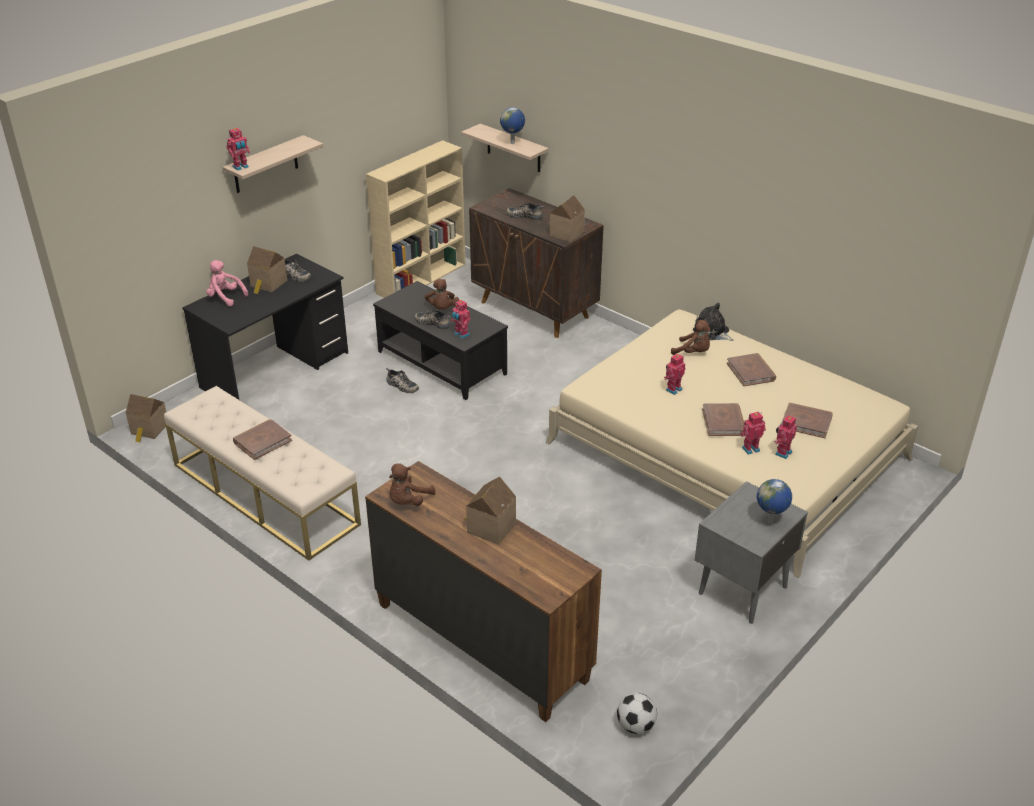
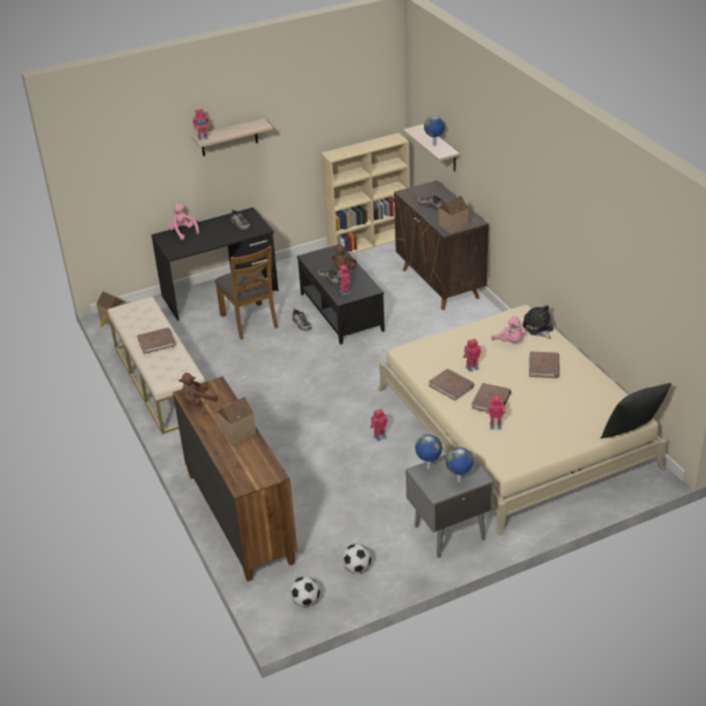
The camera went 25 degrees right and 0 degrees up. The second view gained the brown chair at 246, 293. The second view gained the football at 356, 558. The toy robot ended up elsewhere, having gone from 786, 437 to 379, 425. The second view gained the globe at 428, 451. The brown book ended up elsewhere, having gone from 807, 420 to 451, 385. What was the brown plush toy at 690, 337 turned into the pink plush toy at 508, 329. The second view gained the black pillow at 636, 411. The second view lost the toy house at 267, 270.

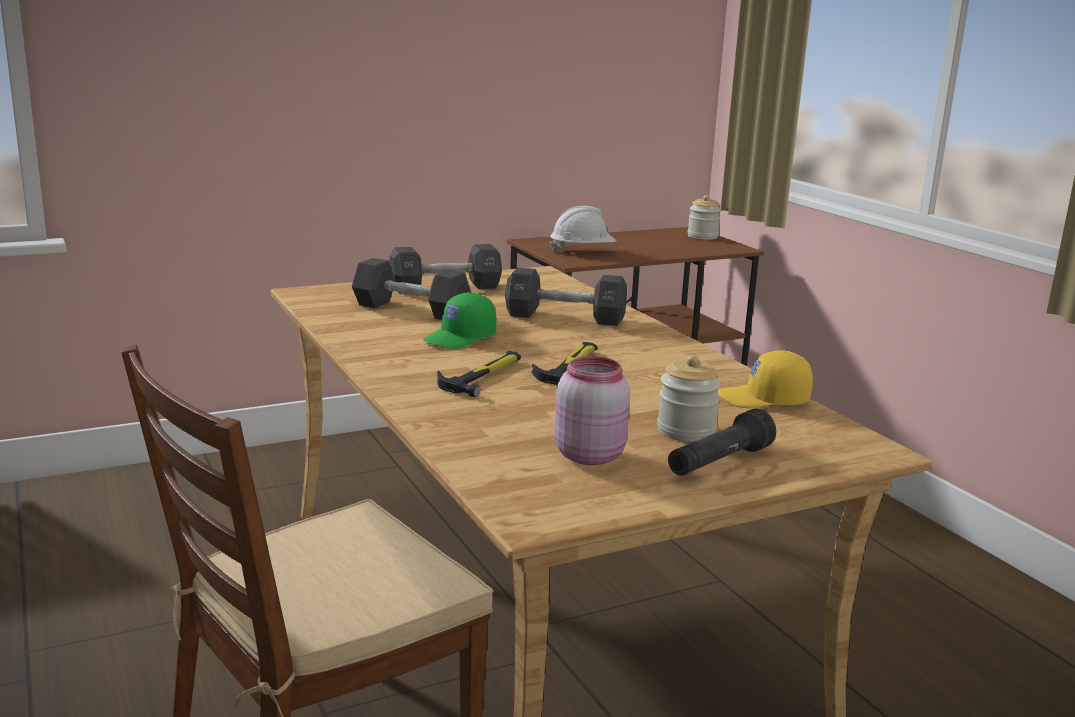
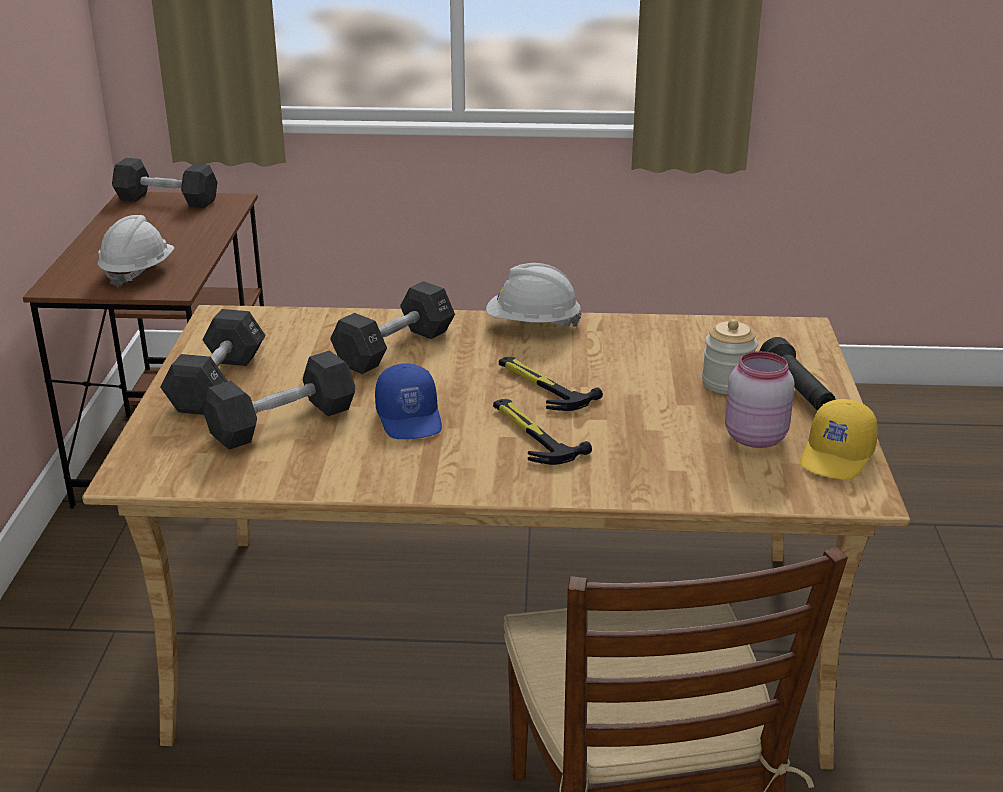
The camera went 60 degrees left and 10 degrees up. Where the jar stood at 704, 217, the black dumbbell came to stand at 164, 183. What was the green cap at 459, 320 turned into the blue cap at 408, 401. The second view gained the white hard hat at 534, 295. The yellow cap ended up elsewhere, having gone from 765, 379 to 839, 439.

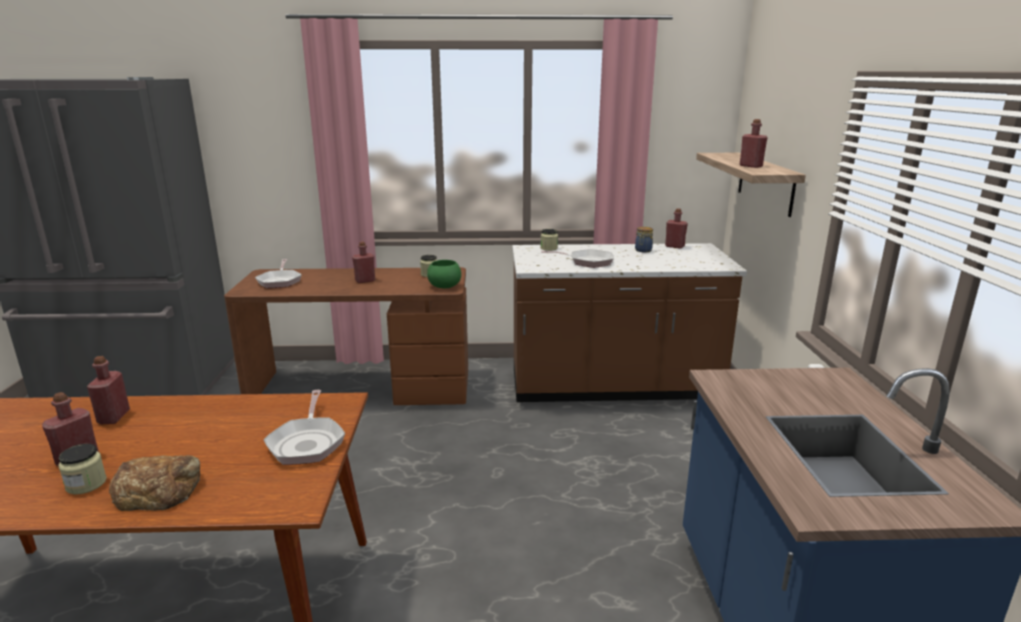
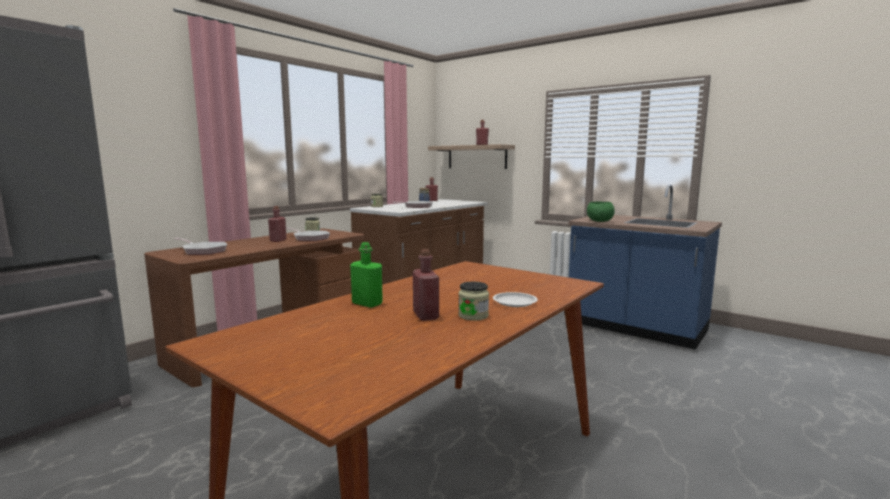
The camera went 50 degrees left and 10 degrees down. The frying pan ended up elsewhere, having gone from 304, 427 to 308, 234. What was the red bottle at 108, 390 turned into the green bottle at 366, 275. Where the bread stood at 154, 483, the white plate came to stand at 515, 299. The green bowl ended up elsewhere, having gone from 444, 274 to 601, 212.

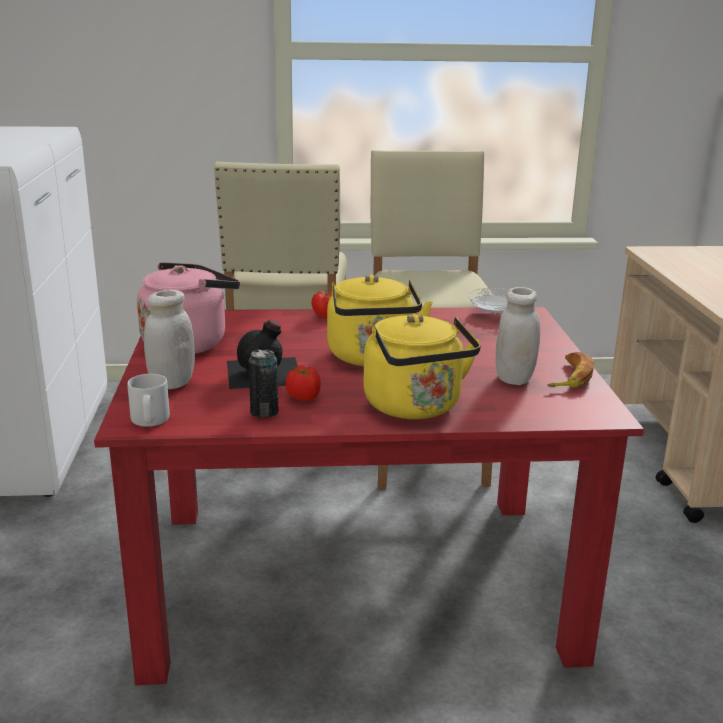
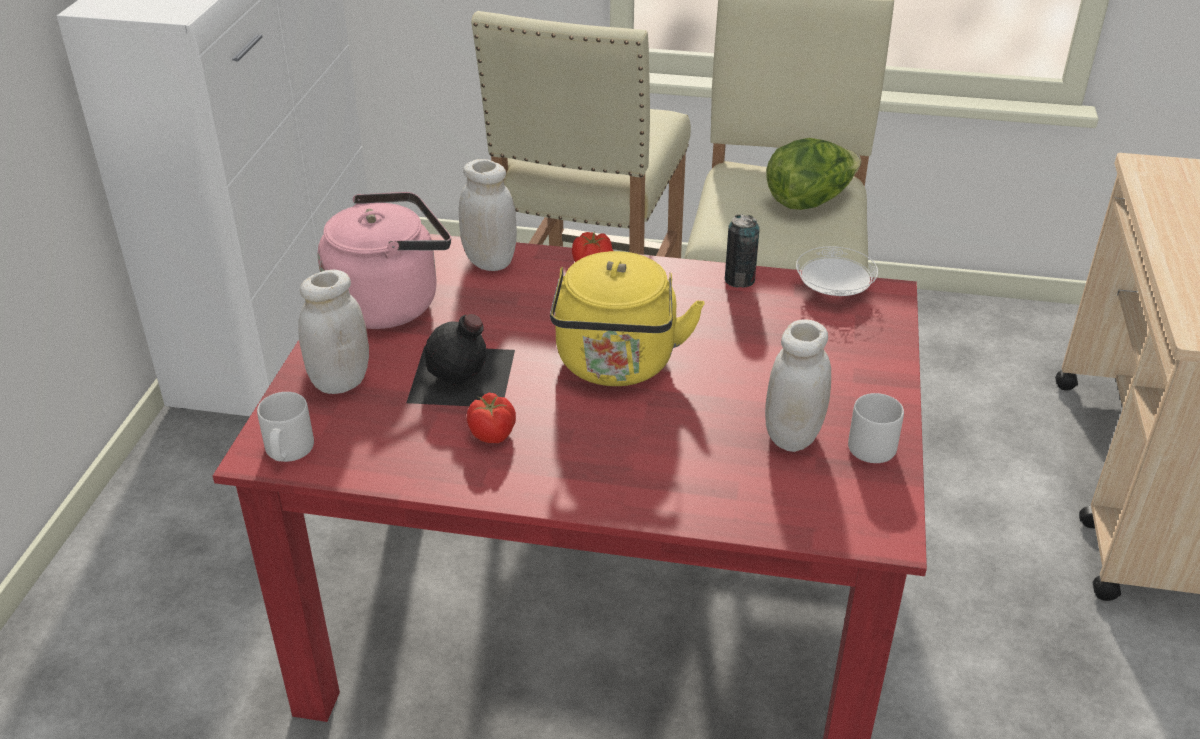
The camera went 15 degrees right and 15 degrees up. The second view gained the white jar at 488, 215. The can ended up elsewhere, having gone from 264, 383 to 742, 251. The second view gained the lettuce at 813, 174. Where the banana stood at 571, 369, the grey mug came to stand at 876, 428. The second view lost the yellow kettle at 422, 366.

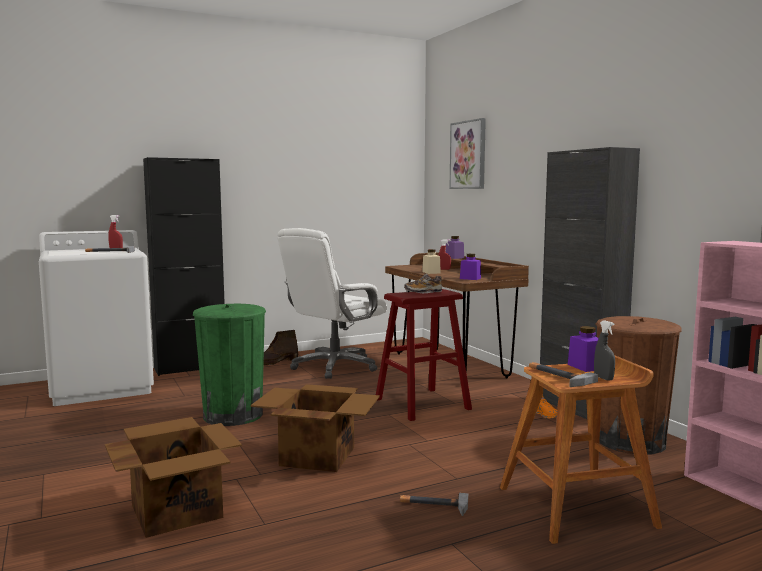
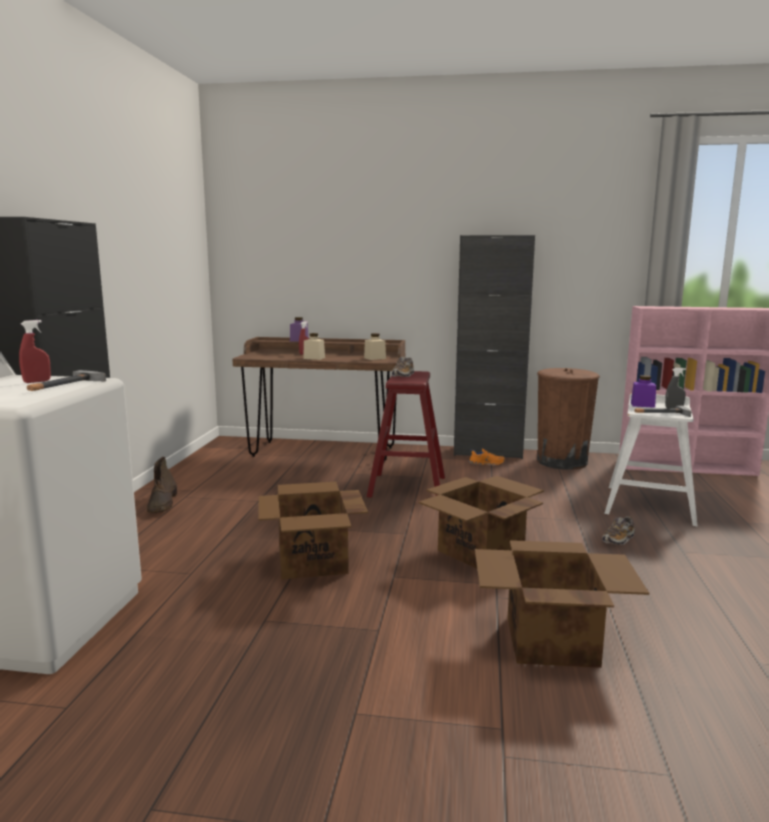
The camera went 55 degrees left and 5 degrees up. Where the green trash can stood at 229, 365, the cardboard box came to stand at 313, 530. What was the purple jar at 470, 267 turned into the beige jar at 375, 346. Where the hammer stood at 434, 504, the shoe came to stand at 618, 530. What was the brown stool at 581, 449 turned into the white stool at 651, 460. The second view lost the white office chair at 332, 303. The second view lost the picture at 467, 153.

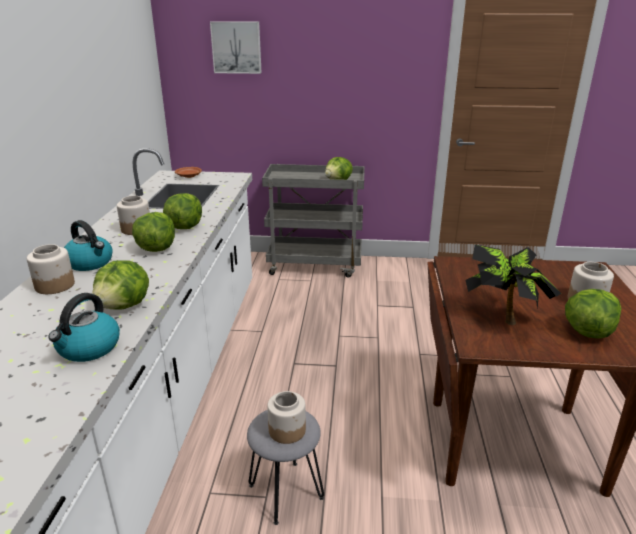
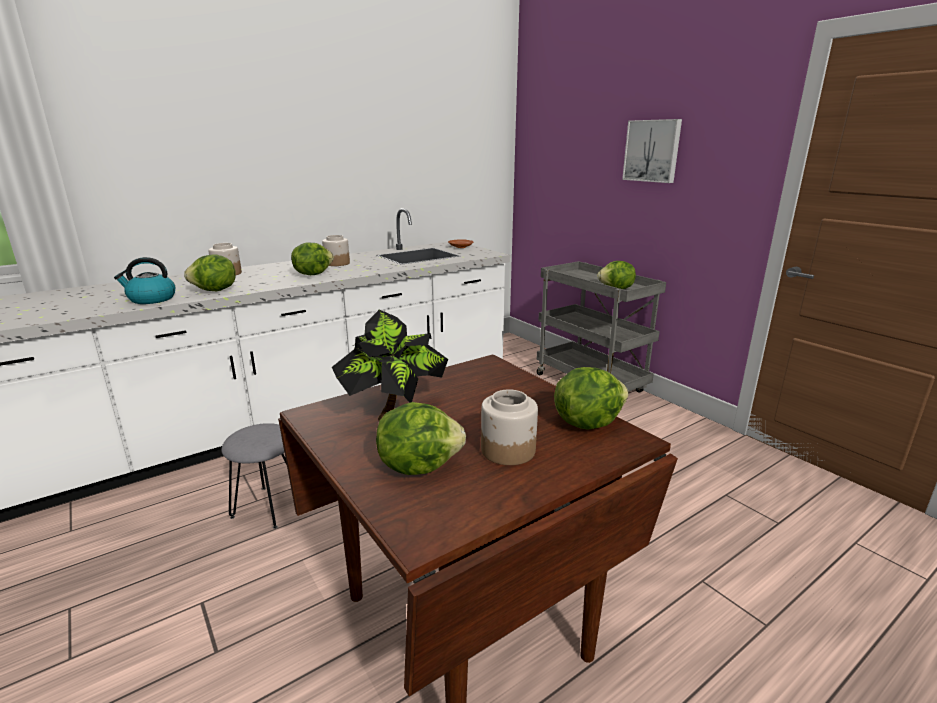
The camera went 50 degrees right and 5 degrees down. The lettuce ended up elsewhere, having gone from 182, 211 to 591, 398. The picture ended up elsewhere, having gone from 236, 47 to 652, 151. The second view lost the kettle at 88, 245. The second view lost the jar at 286, 417.

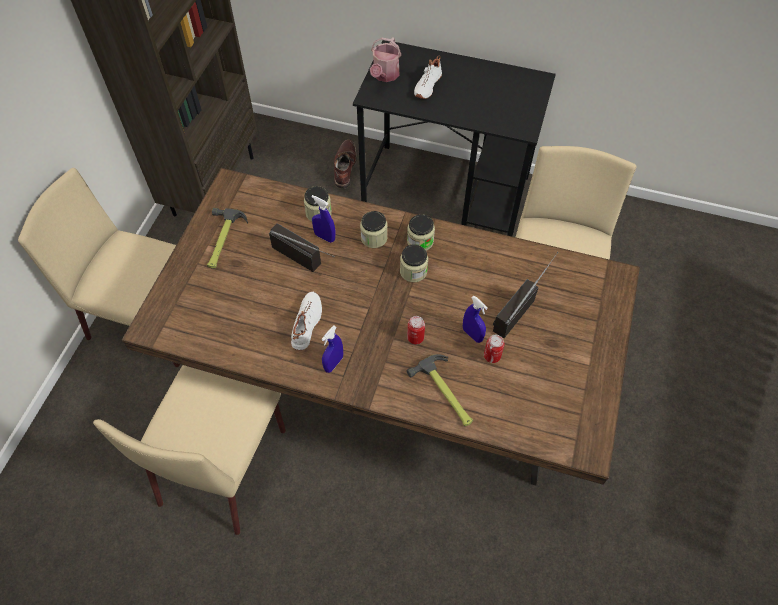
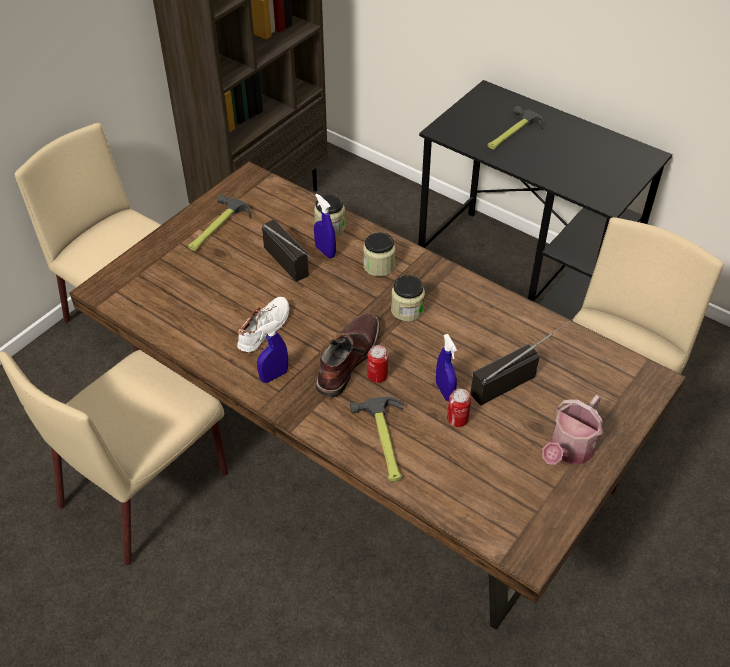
The camera went 20 degrees right and 10 degrees down. The brown boot ended up elsewhere, having gone from 345, 164 to 348, 355. Where the white shoe stood at 428, 77, the hammer came to stand at 515, 128. The watering can ended up elsewhere, having gone from 385, 59 to 572, 430. The second view lost the jar at 421, 232.

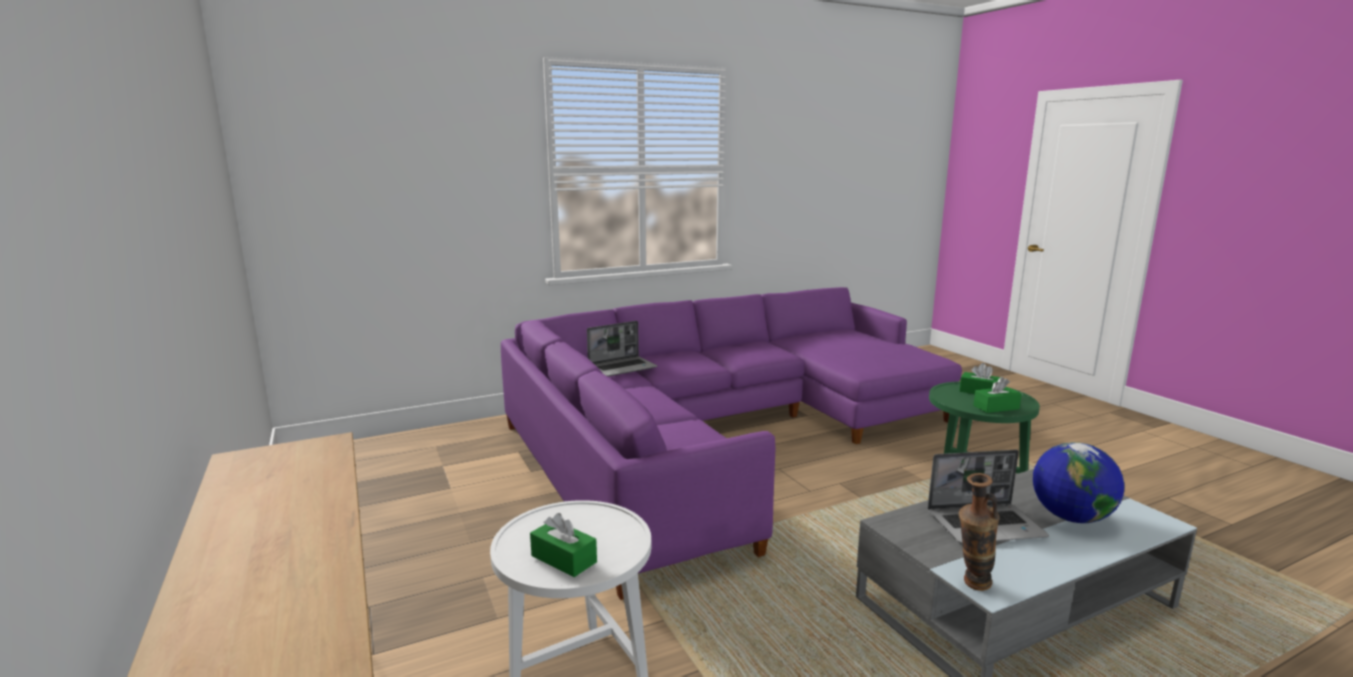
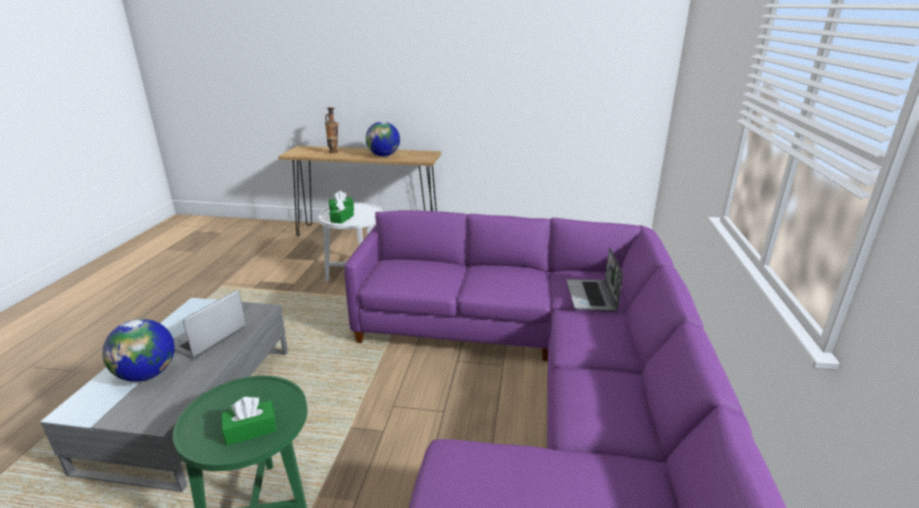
The camera went 125 degrees right and 10 degrees up. The vase ended up elsewhere, having gone from 979, 532 to 331, 130. The green tissue box ended up elsewhere, having gone from 997, 395 to 341, 211. The second view gained the globe at 383, 138.

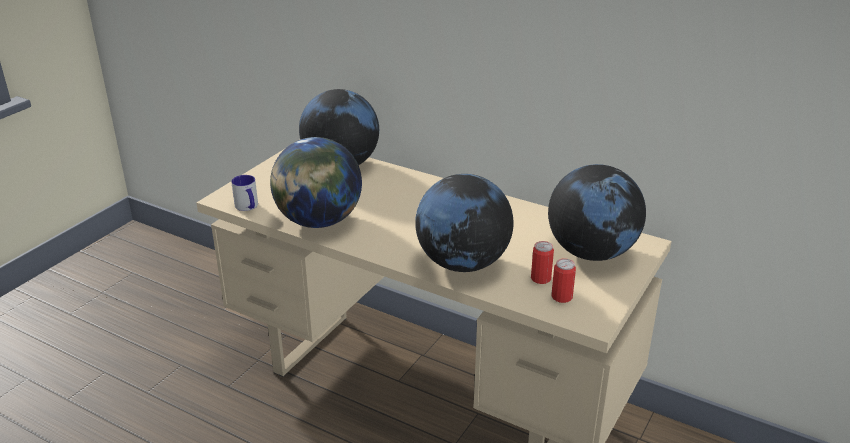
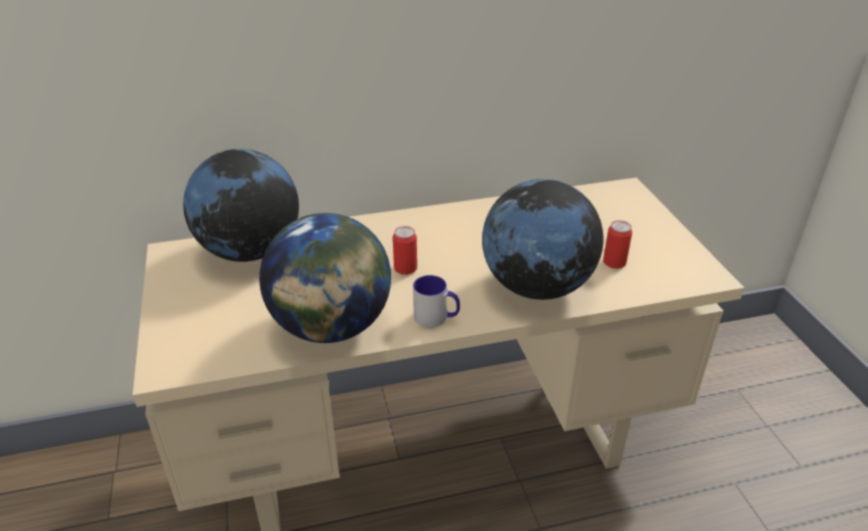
The camera went 45 degrees left and 5 degrees up. The can ended up elsewhere, having gone from 563, 280 to 405, 250. The mug ended up elsewhere, having gone from 244, 193 to 436, 301. The second view lost the globe at 597, 212.

